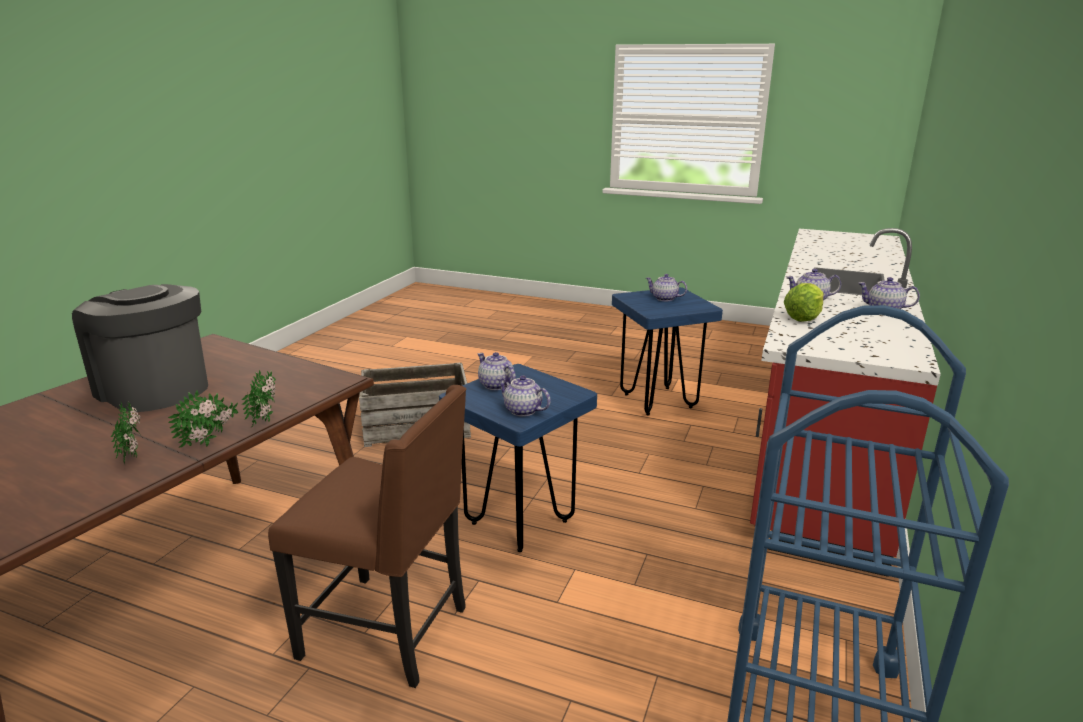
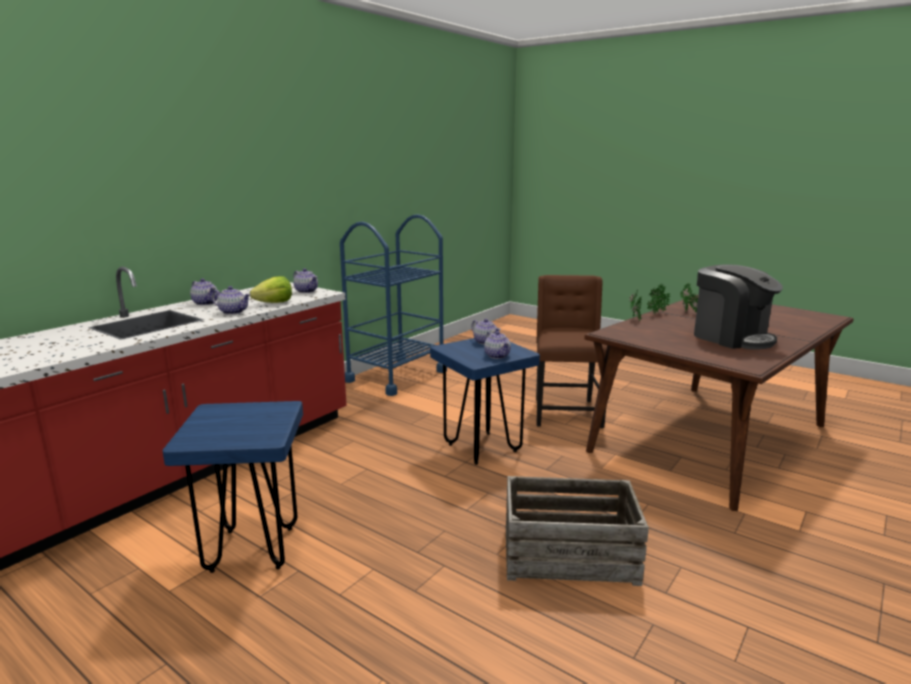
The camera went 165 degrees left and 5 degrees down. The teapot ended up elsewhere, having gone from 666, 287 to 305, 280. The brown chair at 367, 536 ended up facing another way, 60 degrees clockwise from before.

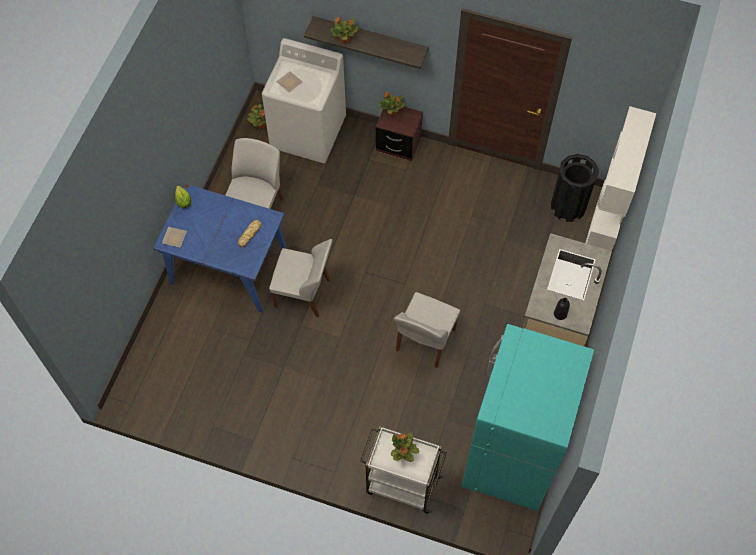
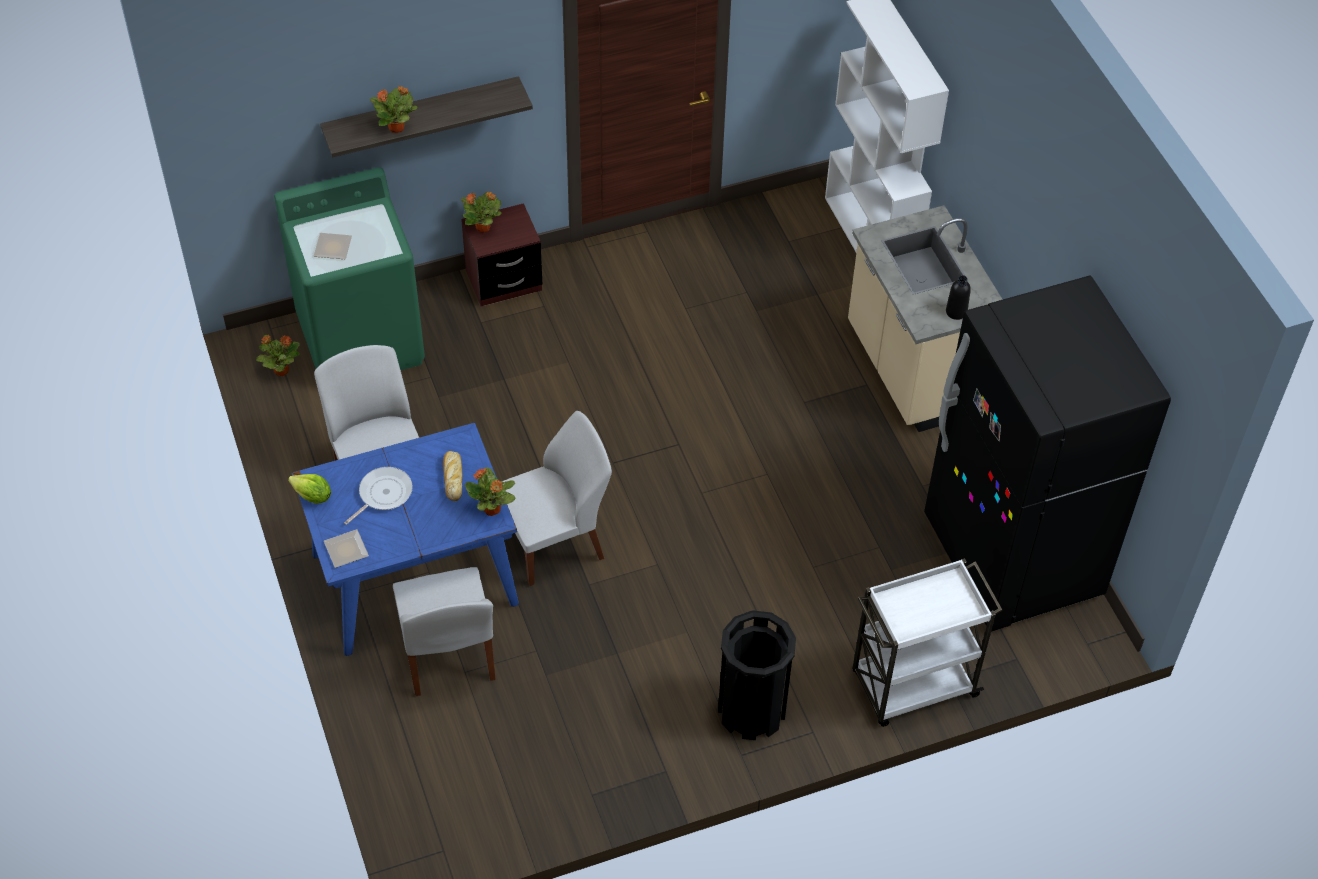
The camera went 40 degrees left and 10 degrees down. What was the white washing machine at 304, 100 turned into the green washing machine at 349, 268. The second view gained the frying pan at 378, 496. The white chair ended up elsewhere, having gone from 427, 330 to 444, 631. The potted plant ended up elsewhere, having gone from 405, 447 to 490, 491. The black trash can ended up elsewhere, having gone from 575, 188 to 757, 675. What was the turquoise fridge at 528, 417 turned into the black fridge at 1047, 453.

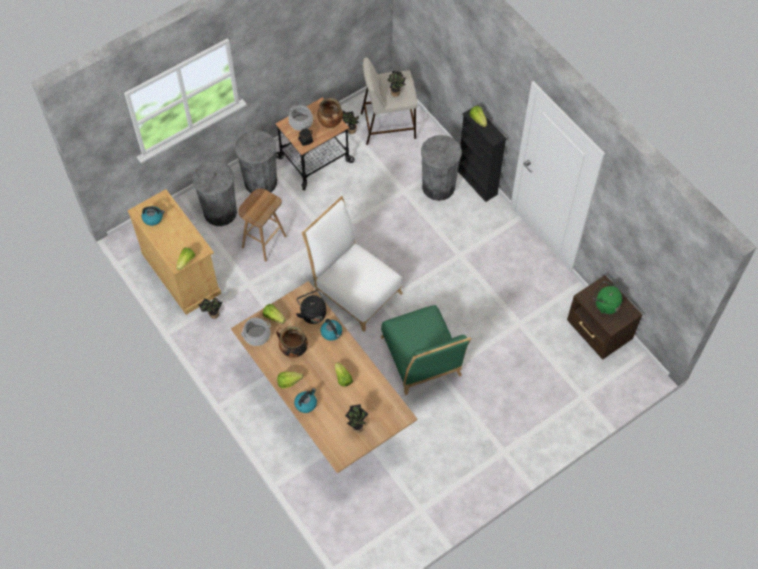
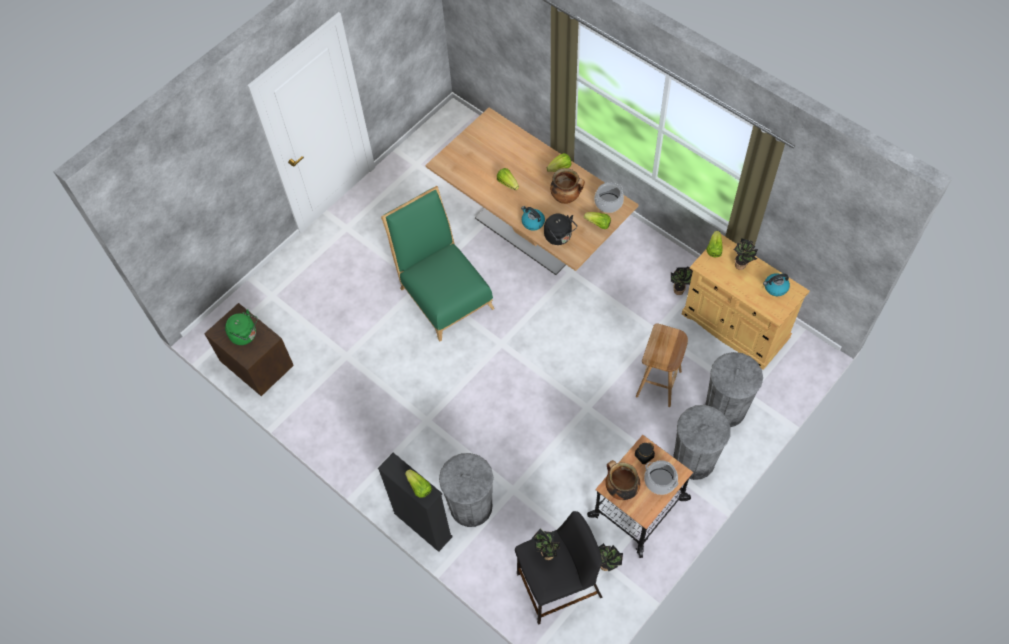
The camera went 170 degrees right and 0 degrees up. What was the beige stool at 389, 101 turned into the black stool at 559, 568. The potted plant ended up elsewhere, having gone from 356, 418 to 746, 254. The second view lost the kettle at 305, 400. The second view lost the white chair at 352, 264.

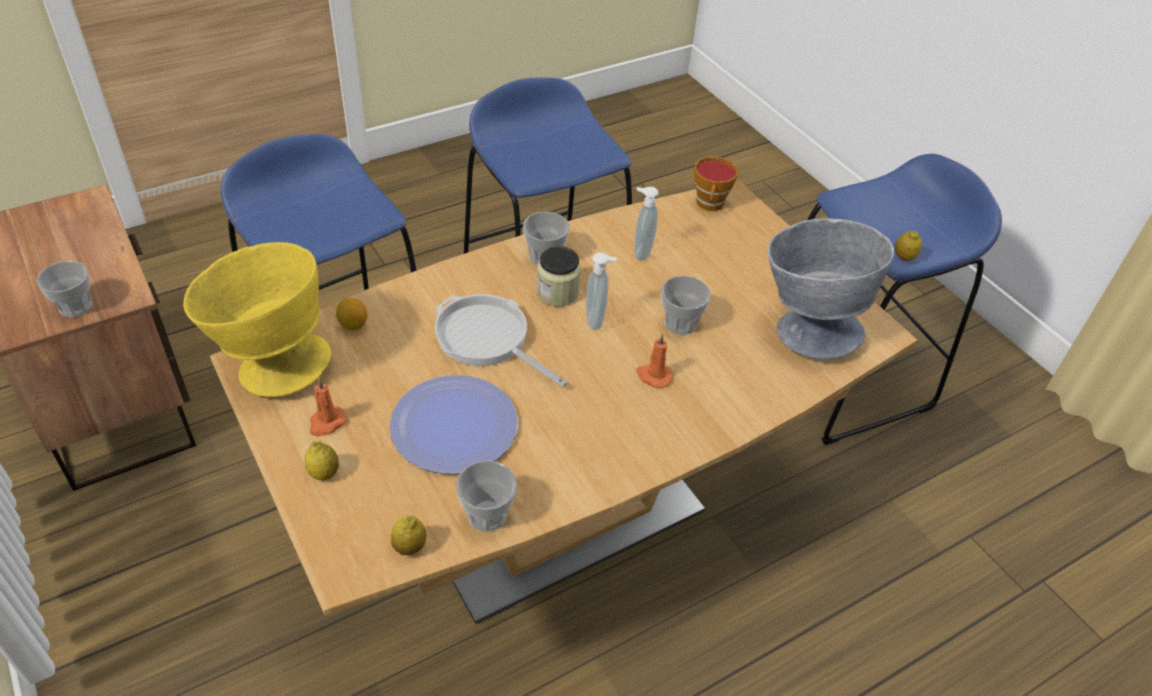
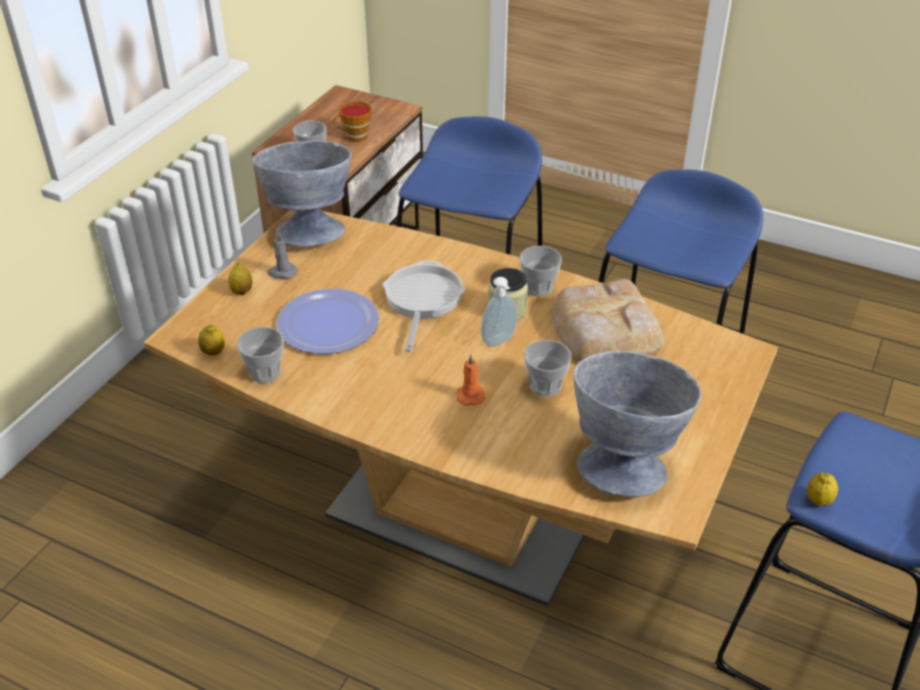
The camera went 60 degrees right and 5 degrees down. What was the yellow bowl at 257, 319 turned into the grey bowl at 301, 193. What was the orange candle at 328, 407 turned into the grey candle at 282, 255. The cup ended up elsewhere, having gone from 716, 184 to 353, 121. Where the soap dispenser stood at 646, 224, the bread came to stand at 608, 320. The second view lost the lemon at 351, 314.

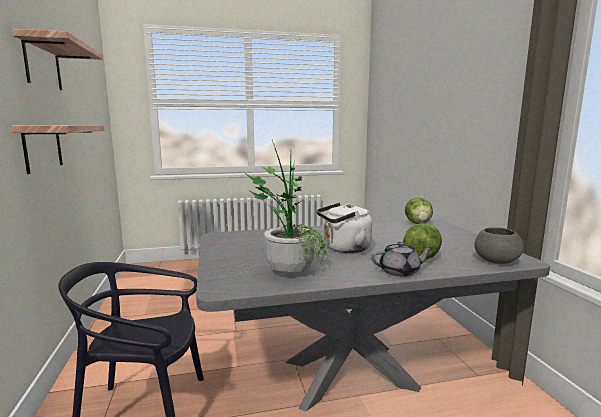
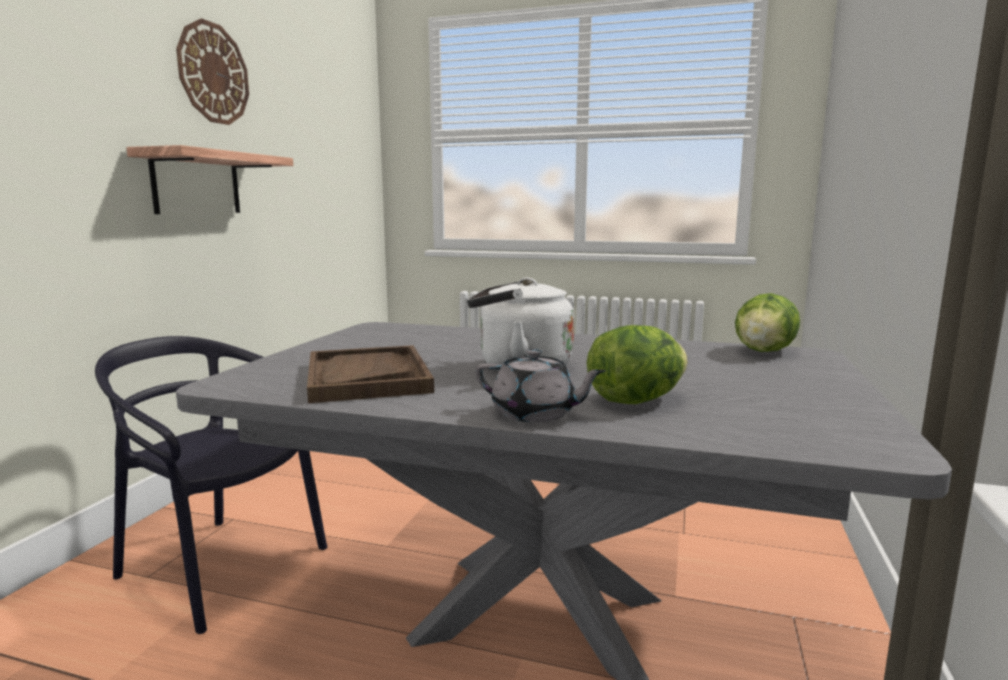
The camera went 30 degrees right and 0 degrees up. Where the shelf hung at 57, 59, the wall clock came to hang at 212, 71. Where the potted plant stood at 286, 207, the brown tray came to stand at 370, 374. The second view lost the grey bowl at 499, 245.

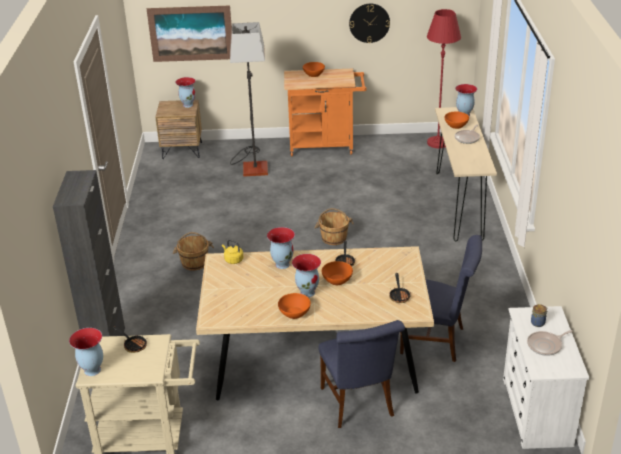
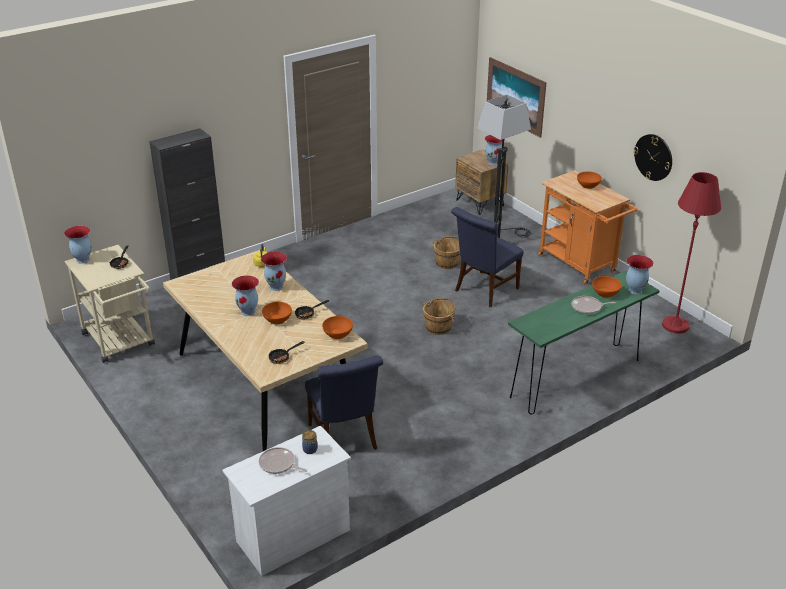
The camera went 55 degrees right and 0 degrees up. The orange bowl ended up elsewhere, having gone from 294, 306 to 337, 327. The brown bucket ended up elsewhere, having gone from 193, 251 to 446, 252. The blue chair ended up elsewhere, having gone from 361, 374 to 487, 257. What was the beige console table at 466, 174 turned into the green console table at 584, 343.

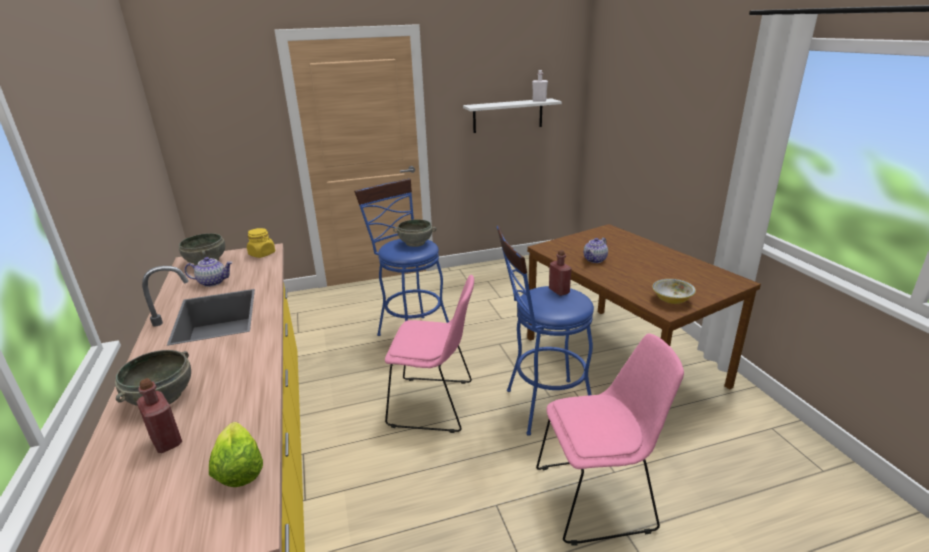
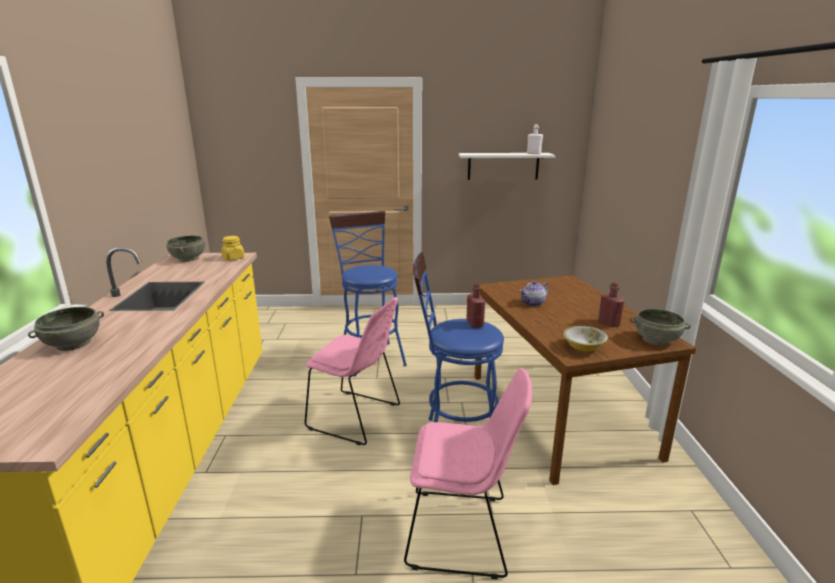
The camera went 15 degrees right and 5 degrees down. The red bottle ended up elsewhere, having gone from 159, 415 to 611, 304. The grey bowl ended up elsewhere, having gone from 414, 233 to 660, 327. The second view lost the teapot at 208, 272. The second view lost the lettuce at 236, 454.

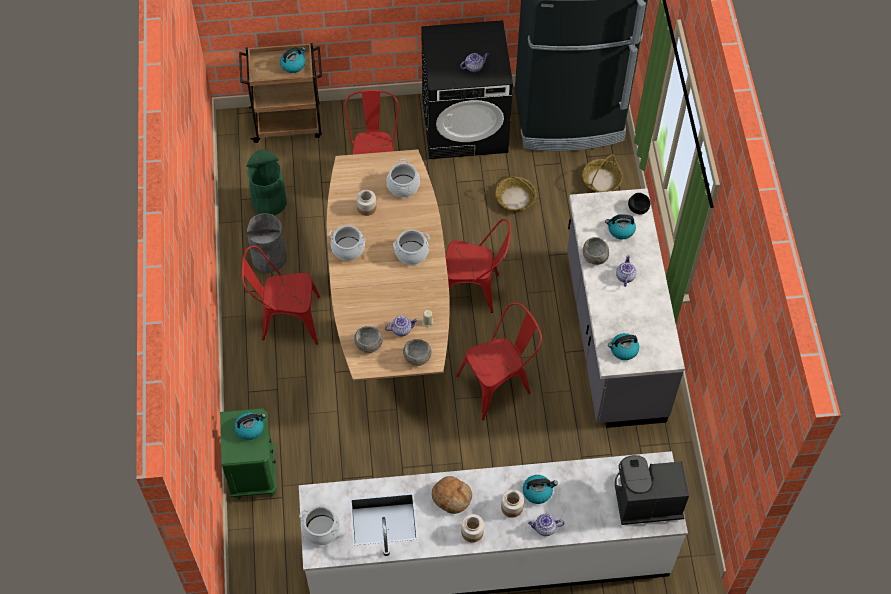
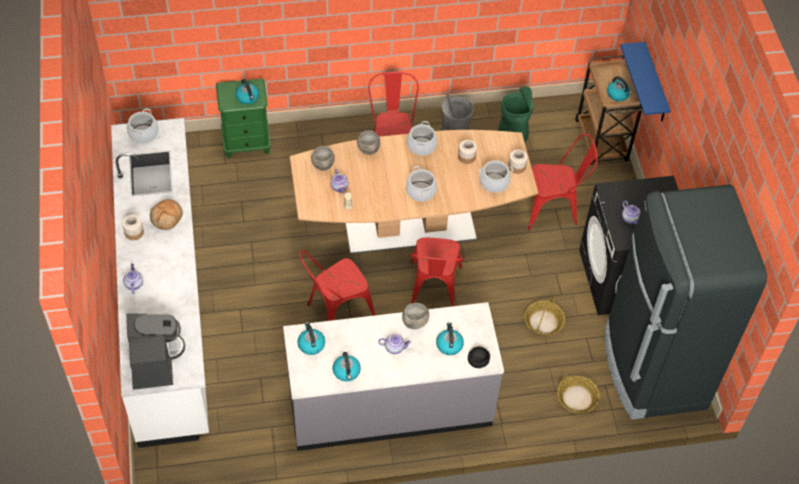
The camera went 85 degrees right and 5 degrees down. The red chair at 499, 361 ended up facing another way, 90 degrees clockwise from before. The kettle ended up elsewhere, having gone from 540, 489 to 347, 366. The grey bowl ended up elsewhere, having gone from 417, 352 to 368, 142. The jar ended up elsewhere, having gone from 512, 503 to 518, 162. The second view gained the blue shelf at 645, 82.

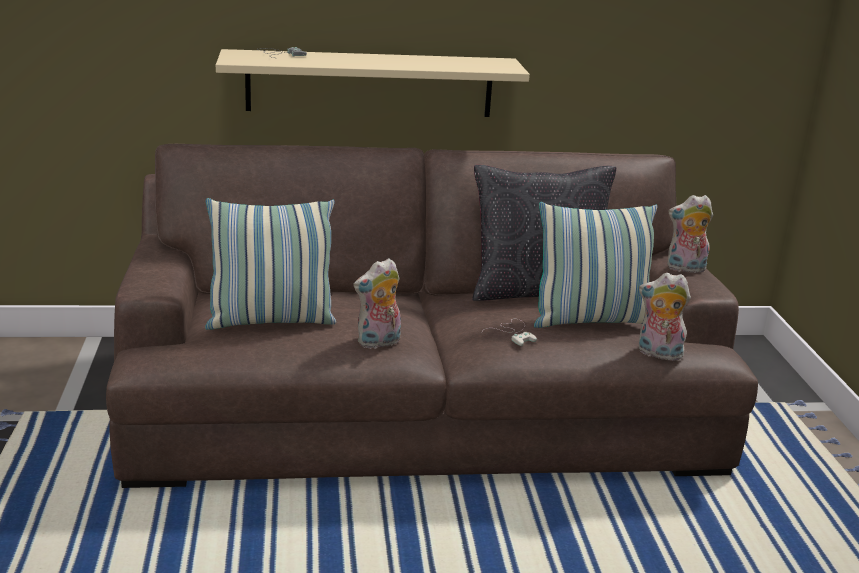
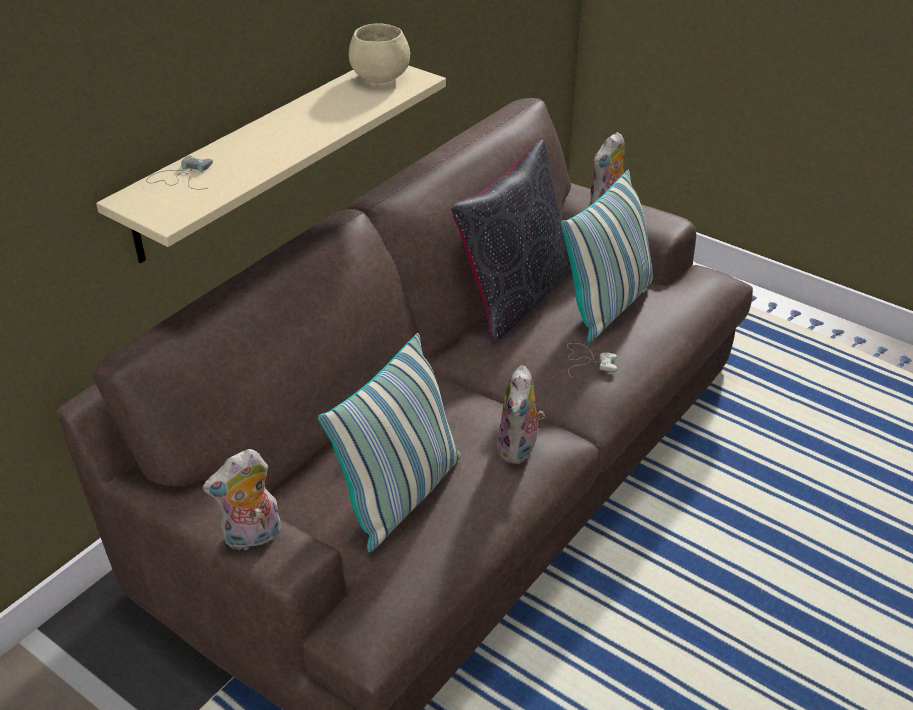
The camera went 45 degrees left and 15 degrees up. The plush toy ended up elsewhere, having gone from 665, 317 to 242, 499. The second view gained the beige bowl at 379, 53.

